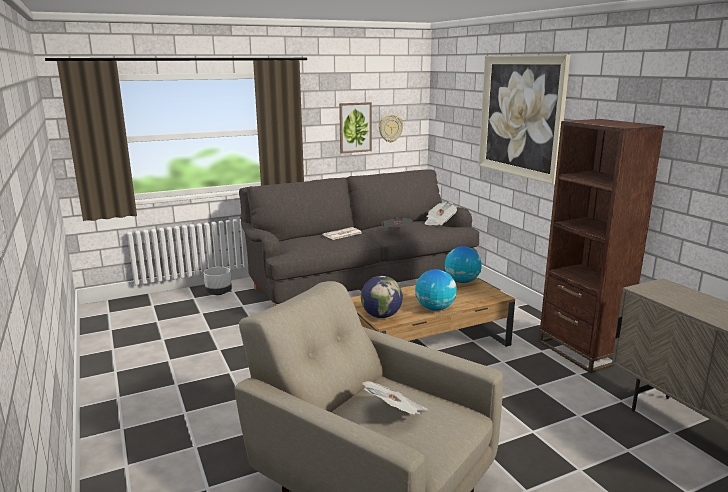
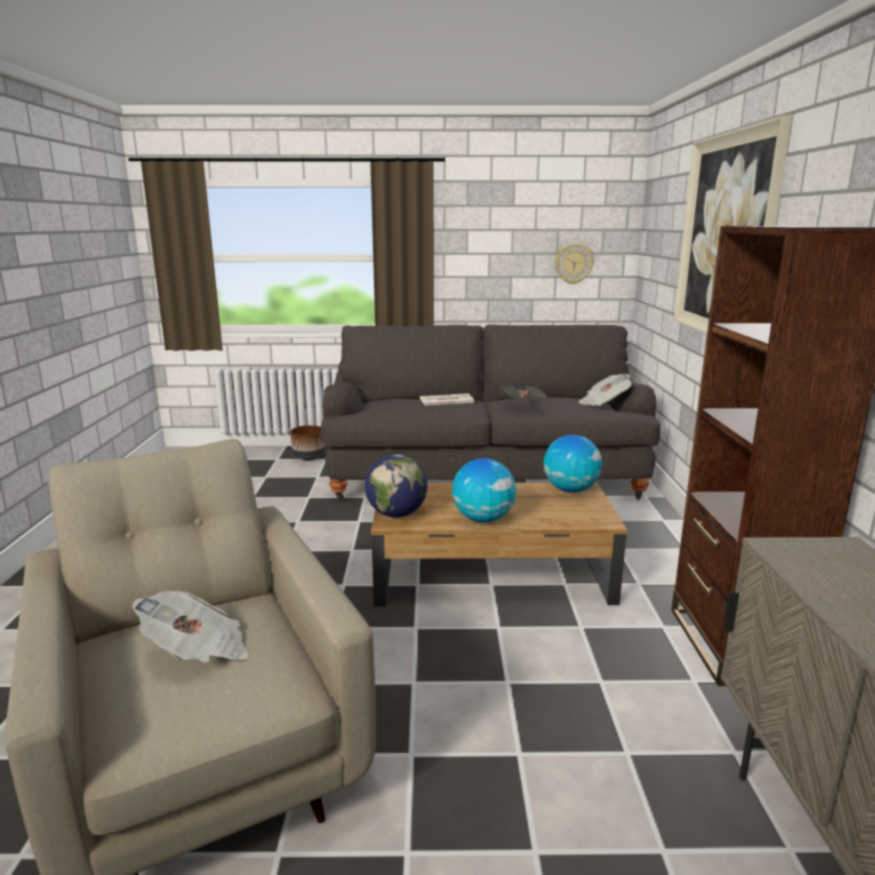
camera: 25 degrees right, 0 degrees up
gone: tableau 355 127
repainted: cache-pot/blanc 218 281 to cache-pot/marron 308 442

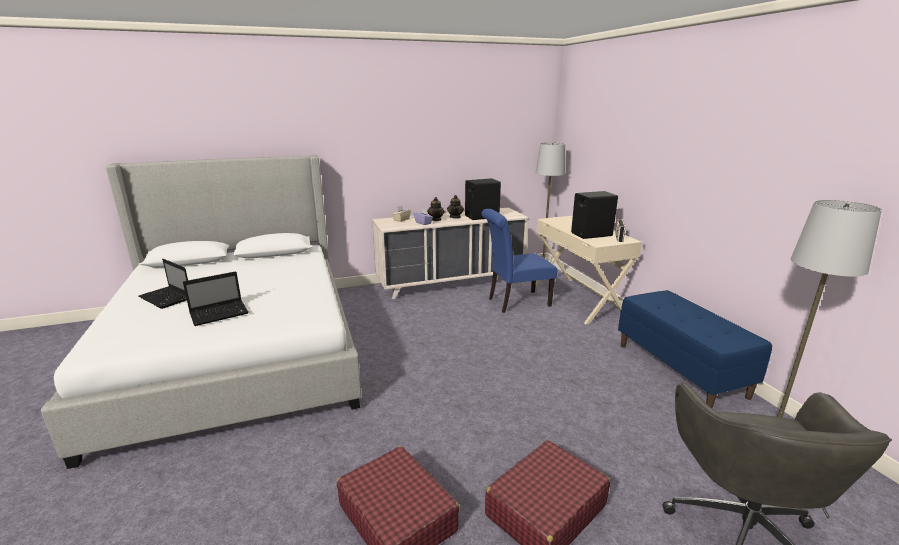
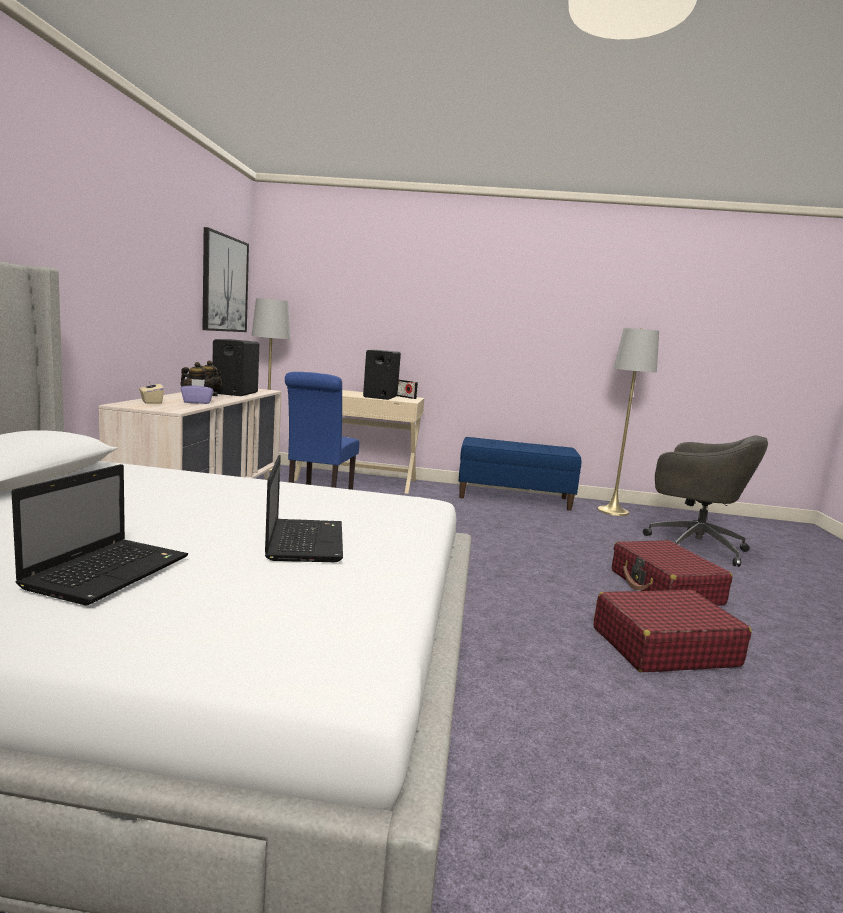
camera: 65 degrees left, 10 degrees down
new: tableau 225 279
rotated: ordinateur portable 163 284 = 99 535 45 degrees counterclockwise

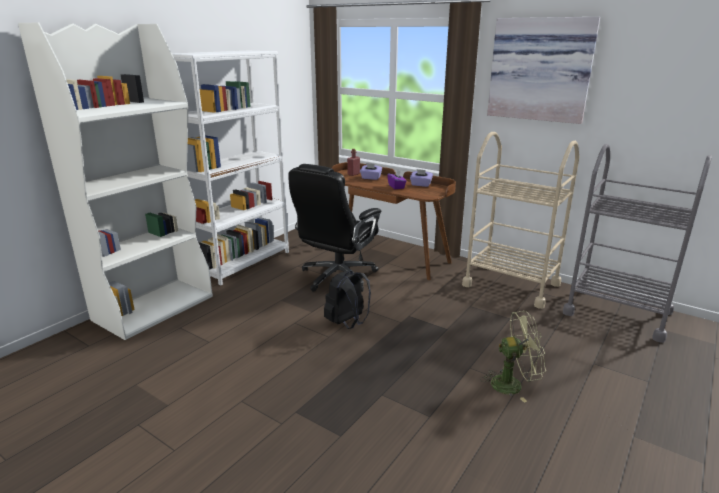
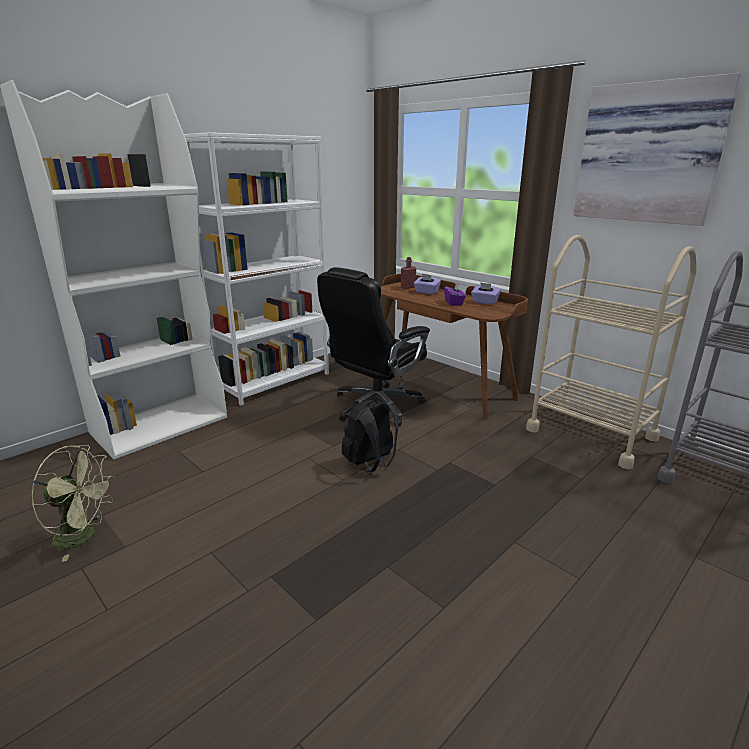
camera: 10 degrees right, 0 degrees up
shifted: ventilateur/vert 513 357 to 73 503

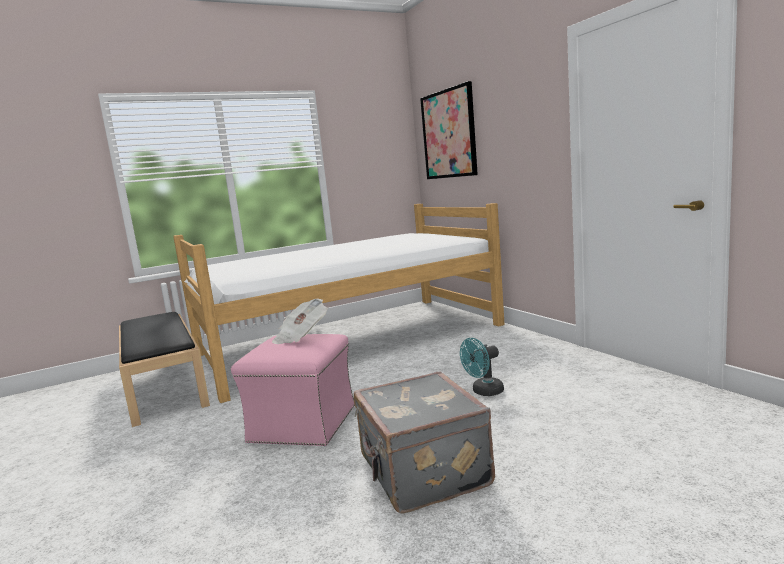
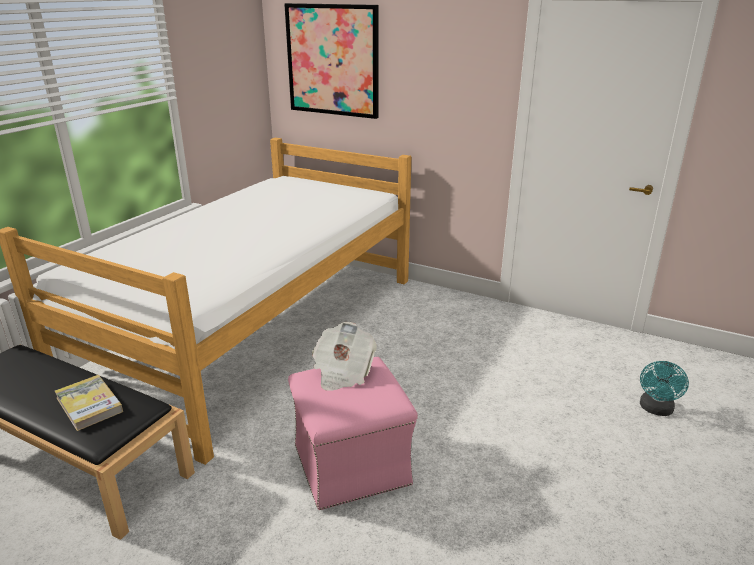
camera: 35 degrees left, 15 degrees up
gone: valise/gris 424 442
new: livre 89 403
shifted: ventilateur/turquoise 482 367 to 664 388

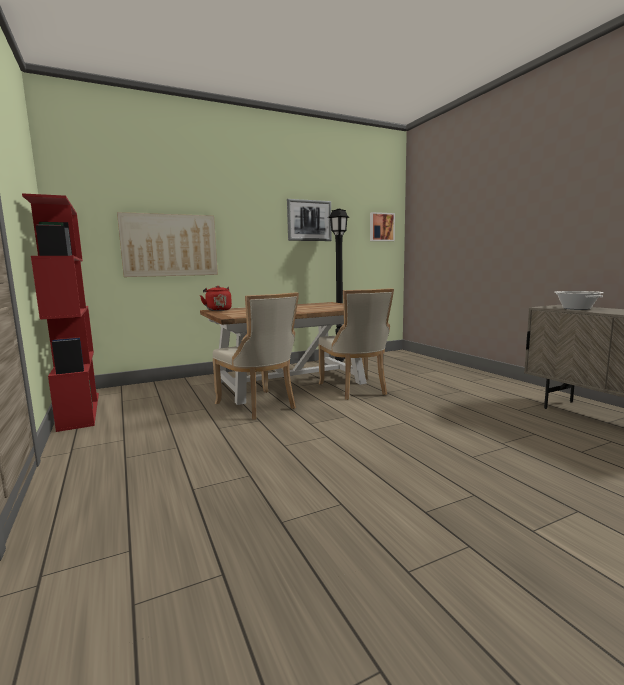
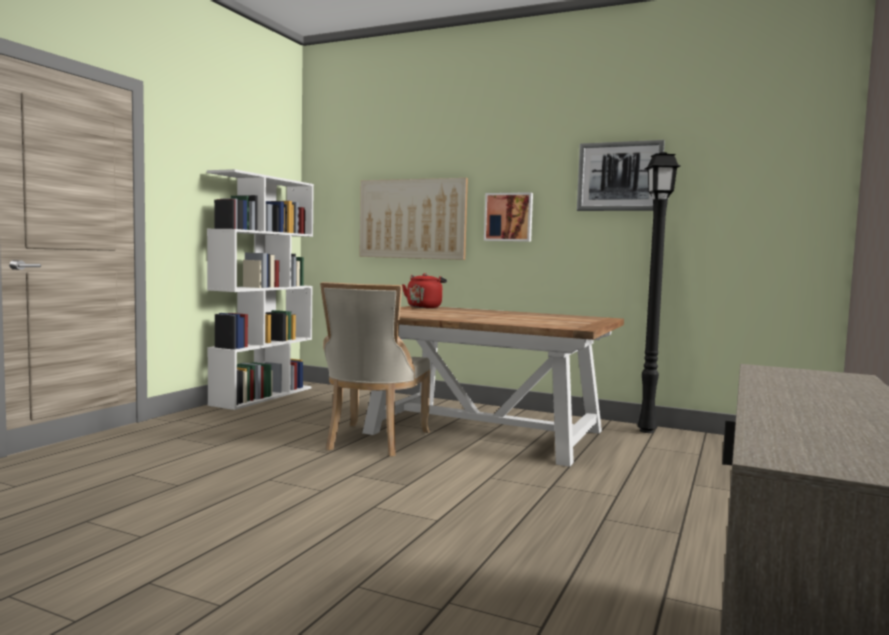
camera: 50 degrees right, 5 degrees down
gone: chaise/beige 356 344; marmite 579 300
shifted: tableau 382 226 to 508 217
repainted: bibliothèque/rouge 60 312 to bibliothèque/blanc 260 289

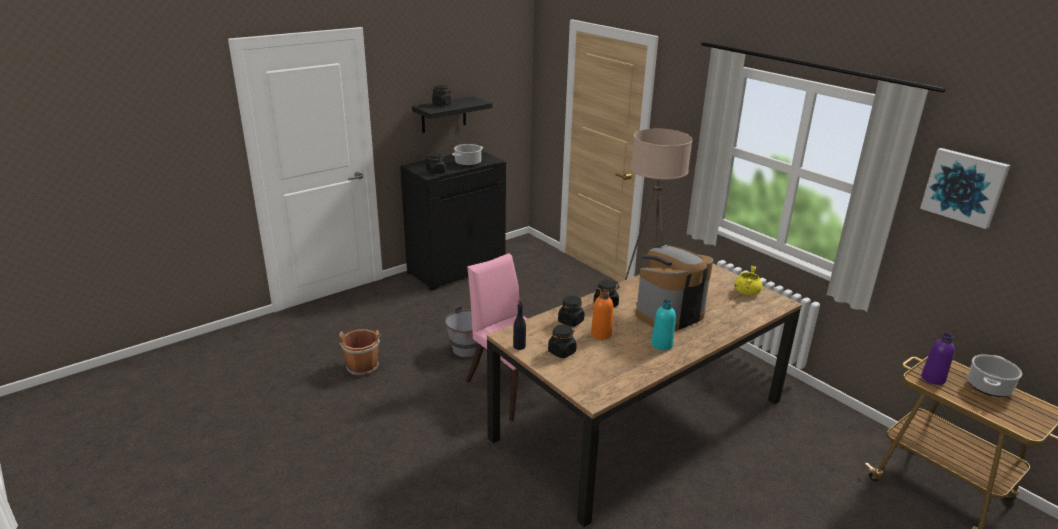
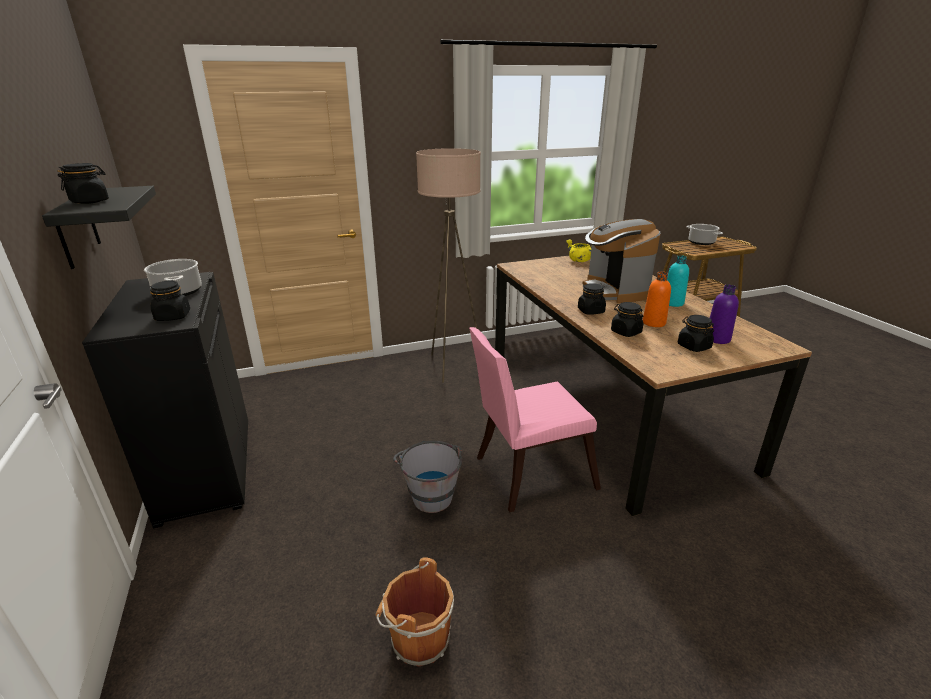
camera: 70 degrees left, 0 degrees up
gone: bouteille/noir 519 325; tableau 965 188
shifted: bouteille/violet 938 359 to 724 314

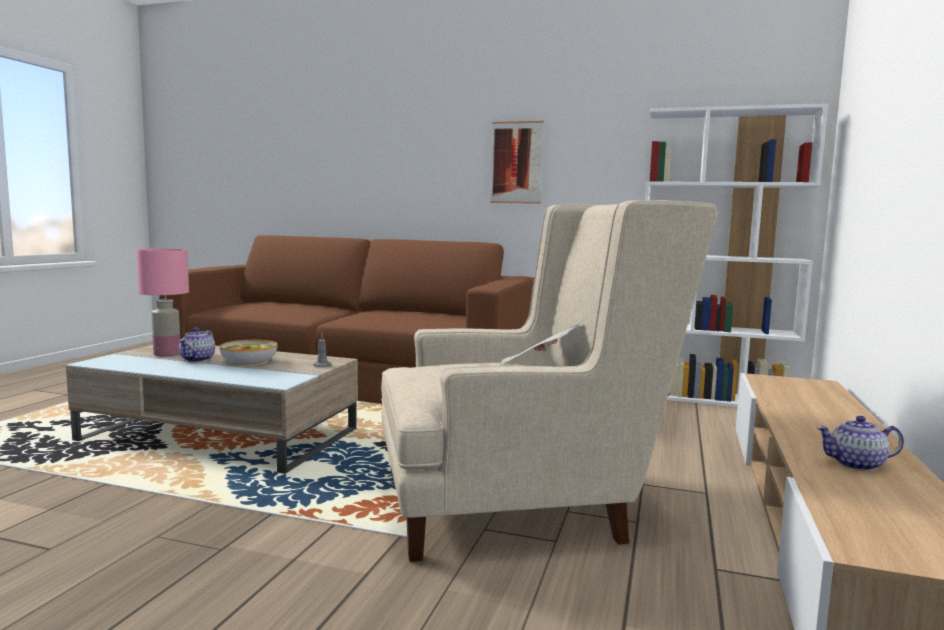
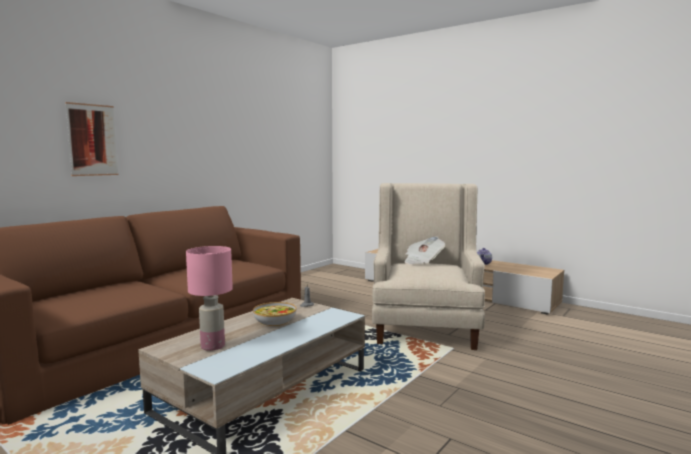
camera: 70 degrees left, 0 degrees up
gone: théière 197 344; bibliothèque/blanc 737 255
shifted: tableau 517 162 to 92 139

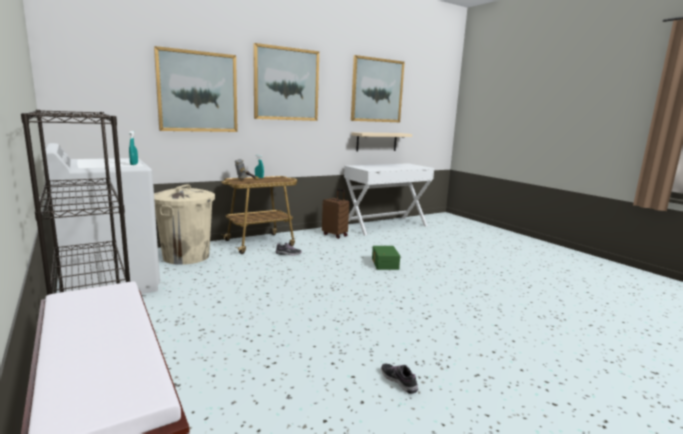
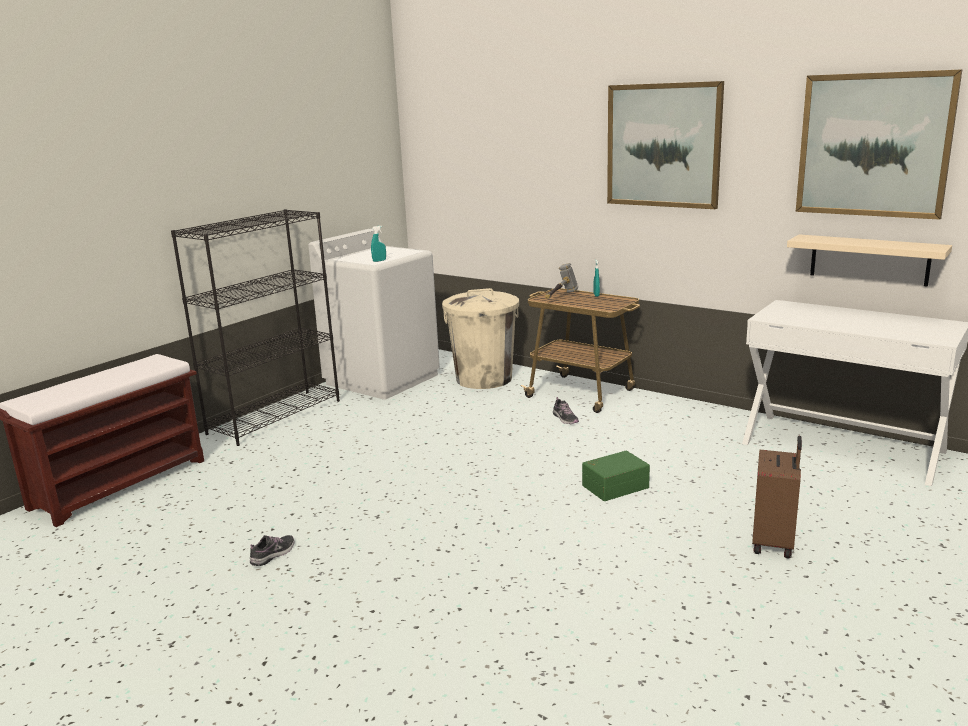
camera: 70 degrees right, 5 degrees up
gone: tableau 196 89
shifted: valise/marron 335 214 to 777 497

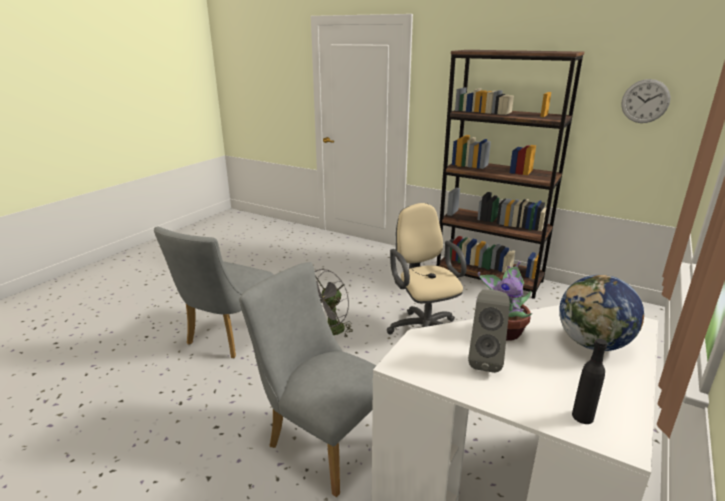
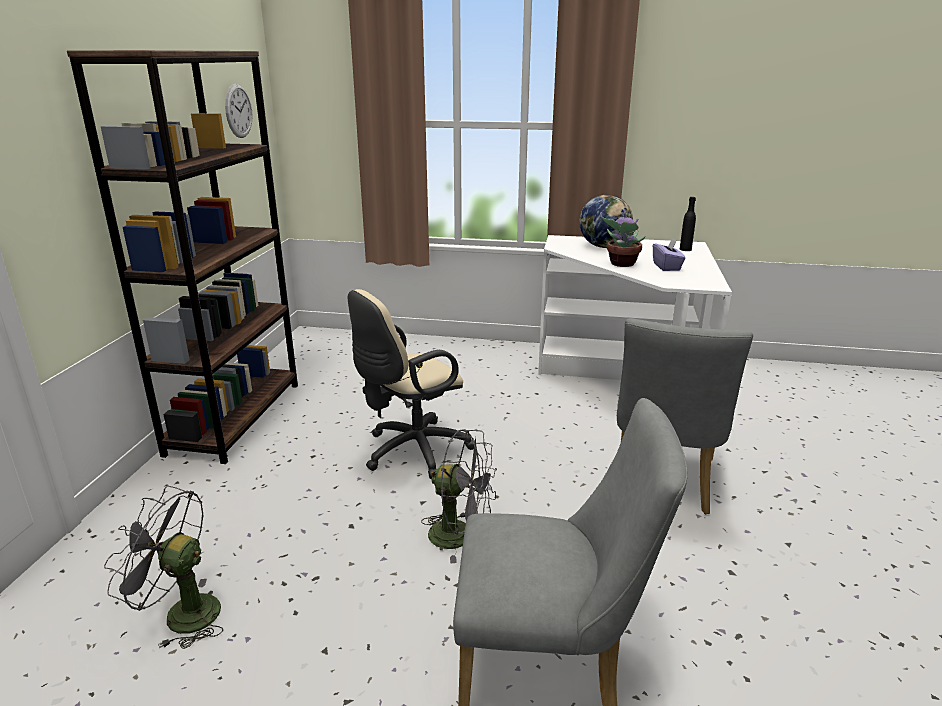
camera: 110 degrees left, 0 degrees up
new: ventilateur/gris 163 567
swapped: enceinte/gris 489 331 to boîte à mouchoirs/violet 669 254

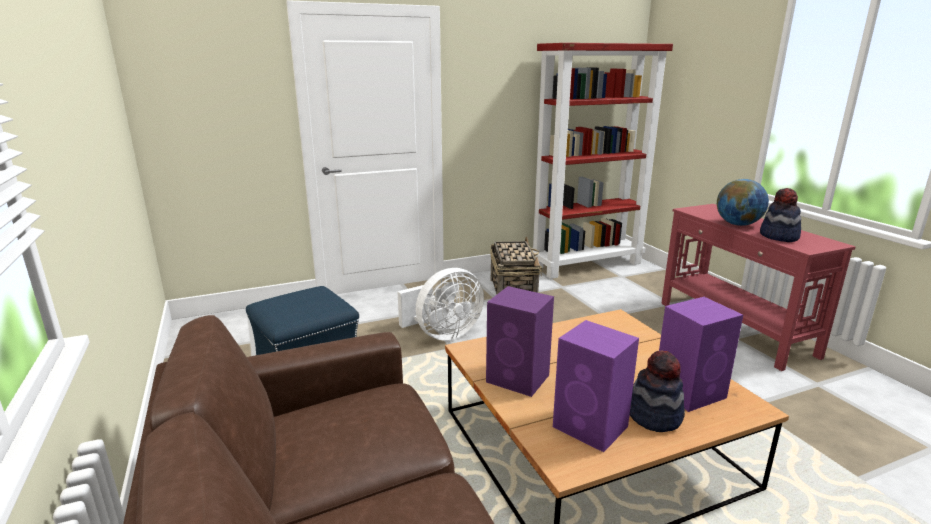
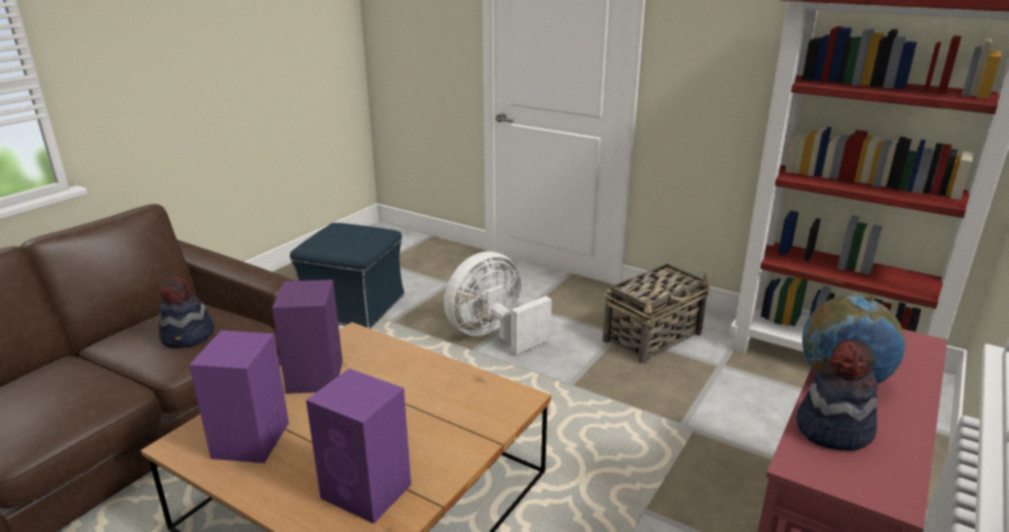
camera: 55 degrees right, 5 degrees up
shifted: chapeau 657 391 to 186 312
rotated: ventilateur/blanc 440 304 = 498 303 120 degrees clockwise

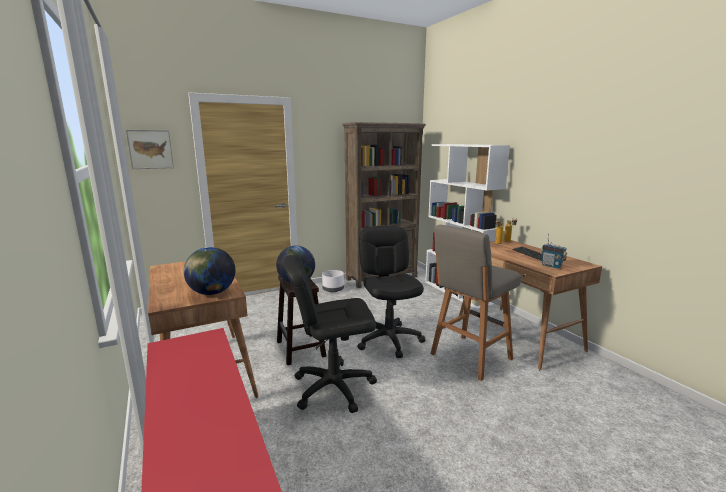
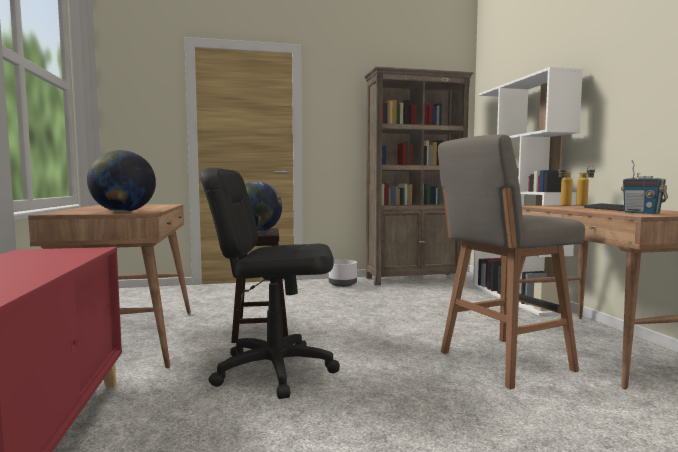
camera: 15 degrees right, 10 degrees down
gone: tableau 150 149; chaise de bureau/noir 391 292

